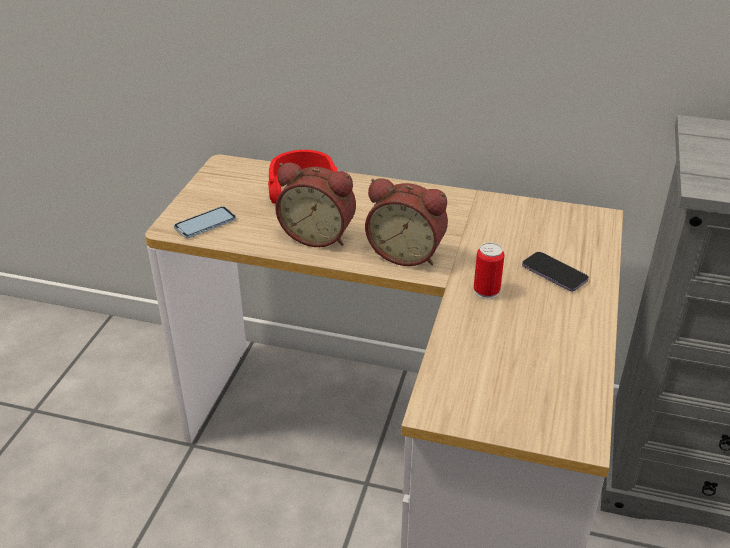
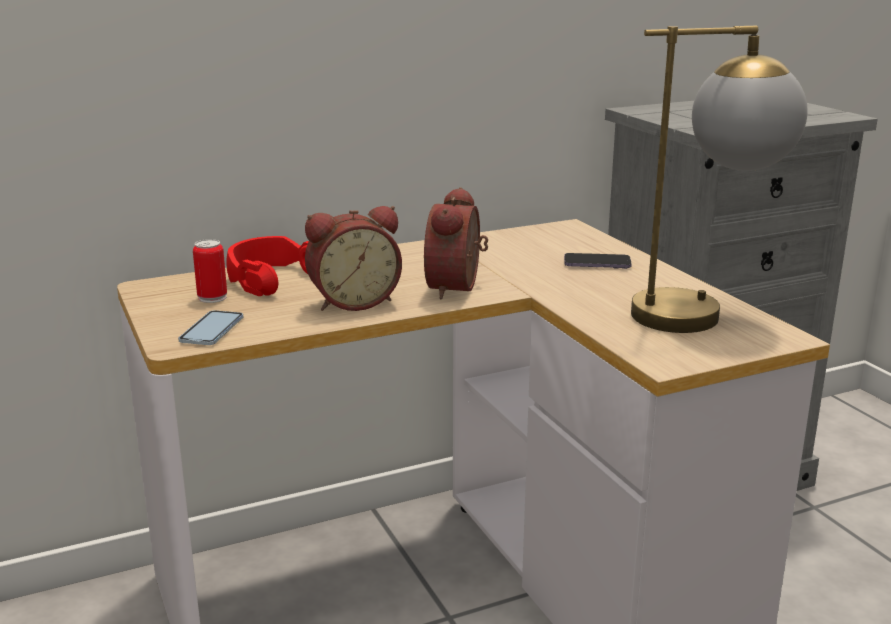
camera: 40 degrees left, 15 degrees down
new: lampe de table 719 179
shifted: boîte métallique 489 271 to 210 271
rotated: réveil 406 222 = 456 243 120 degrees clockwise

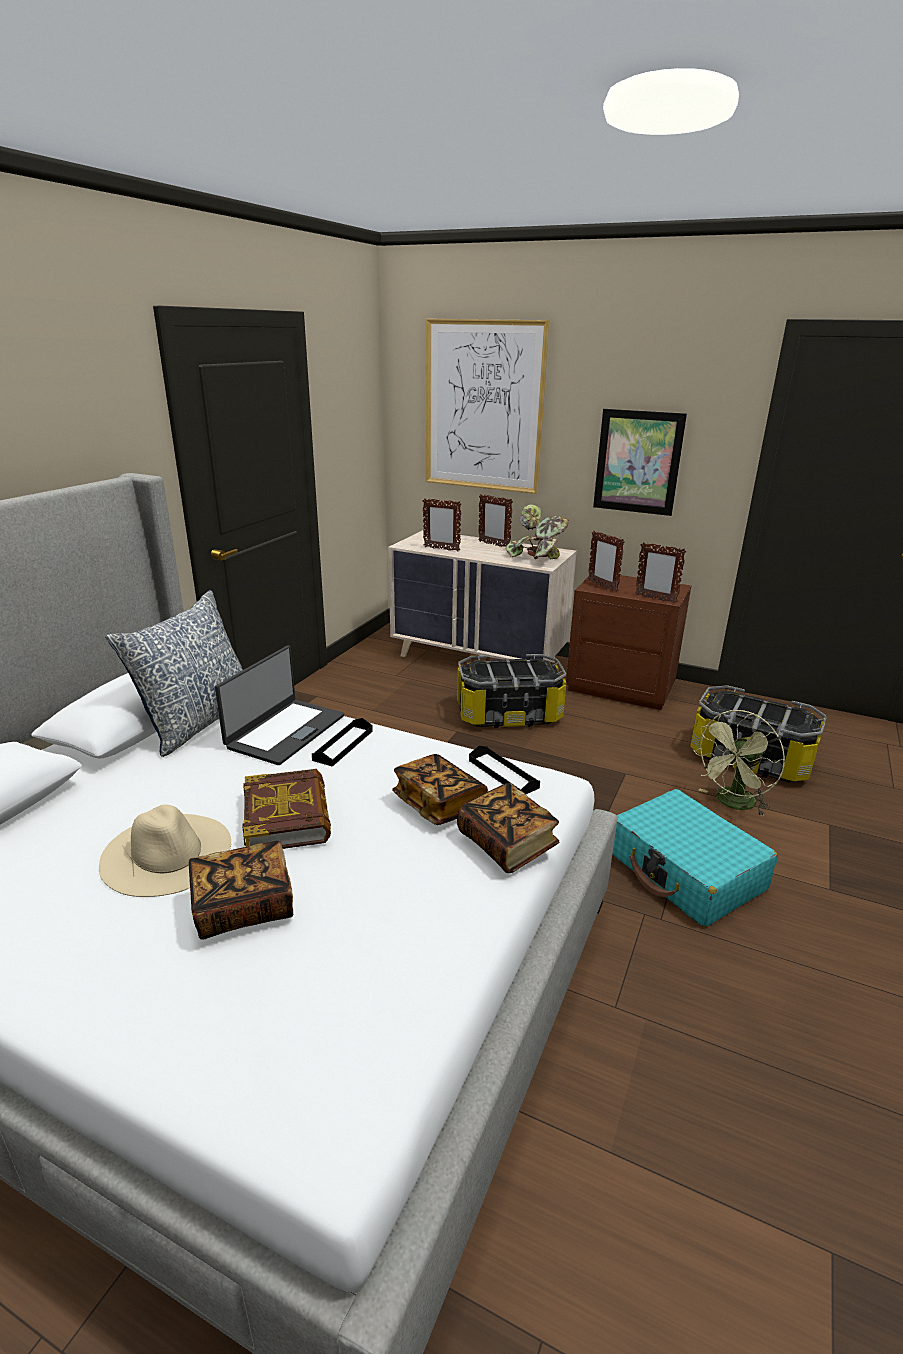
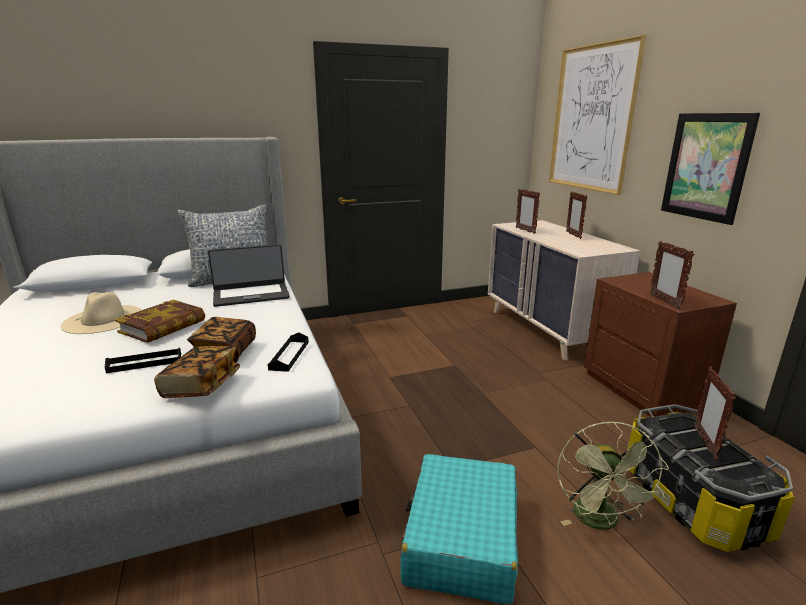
camera: 45 degrees right, 5 degrees down
gone: livre 241 890; boîte de rangement 512 691; plante en pot 537 531
shifted: plateau/noir 342 742 to 143 360; cadre photo 606 561 to 715 413
rotated: ventilateur/vert 739 763 = 613 475 90 degrees counterclockwise

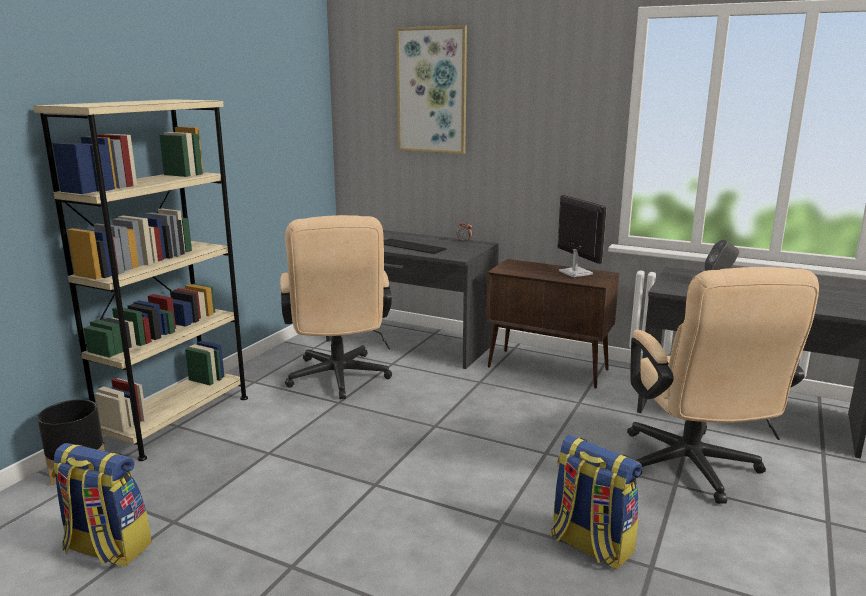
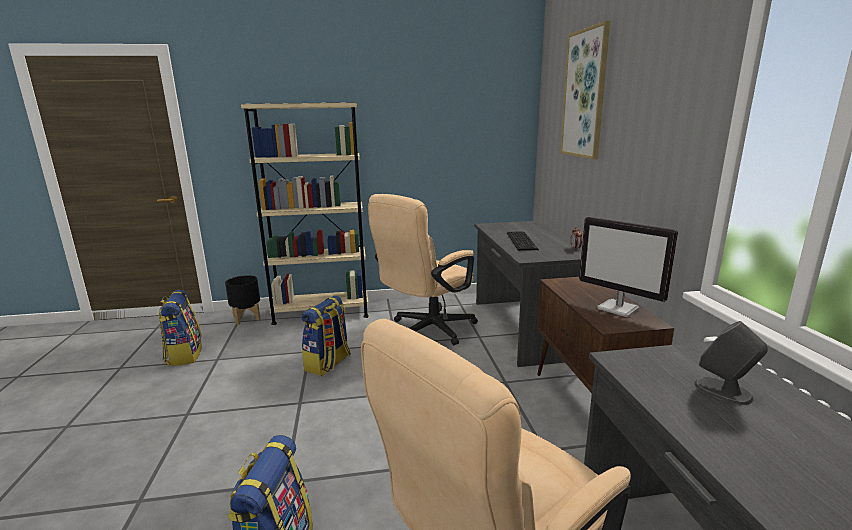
camera: 55 degrees right, 0 degrees up
new: sac à dos 326 335
rotated: écran d'ordinateur 582 236 = 628 267 105 degrees clockwise

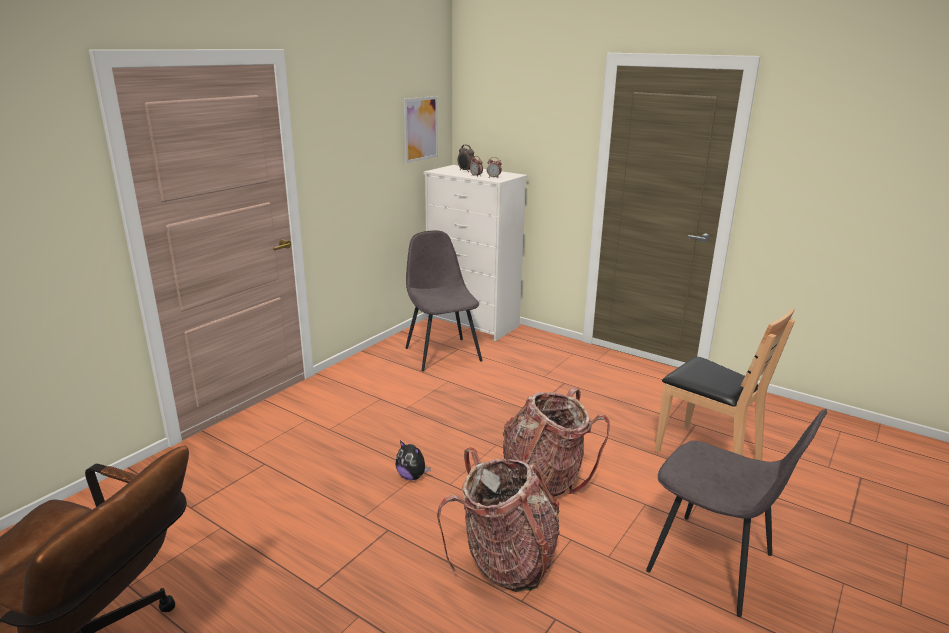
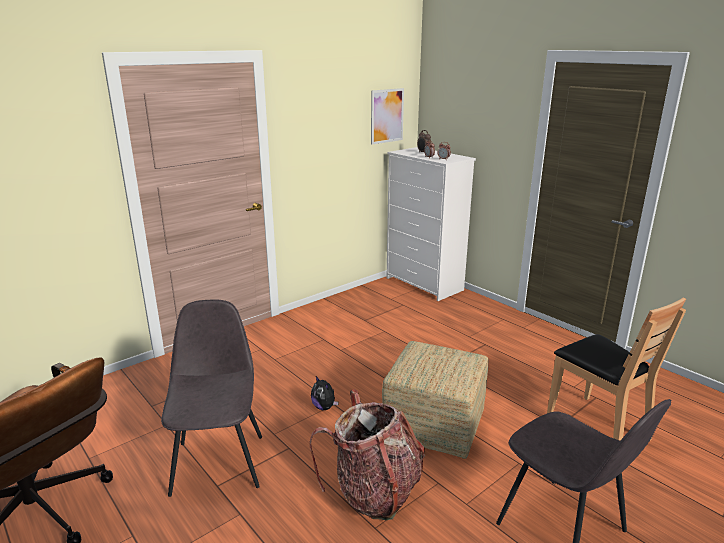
camera: 15 degrees right, 0 degrees up
shifted: chaise/gris 443 300 to 211 398
swapped: sac à dos 556 442 to pouf 435 400

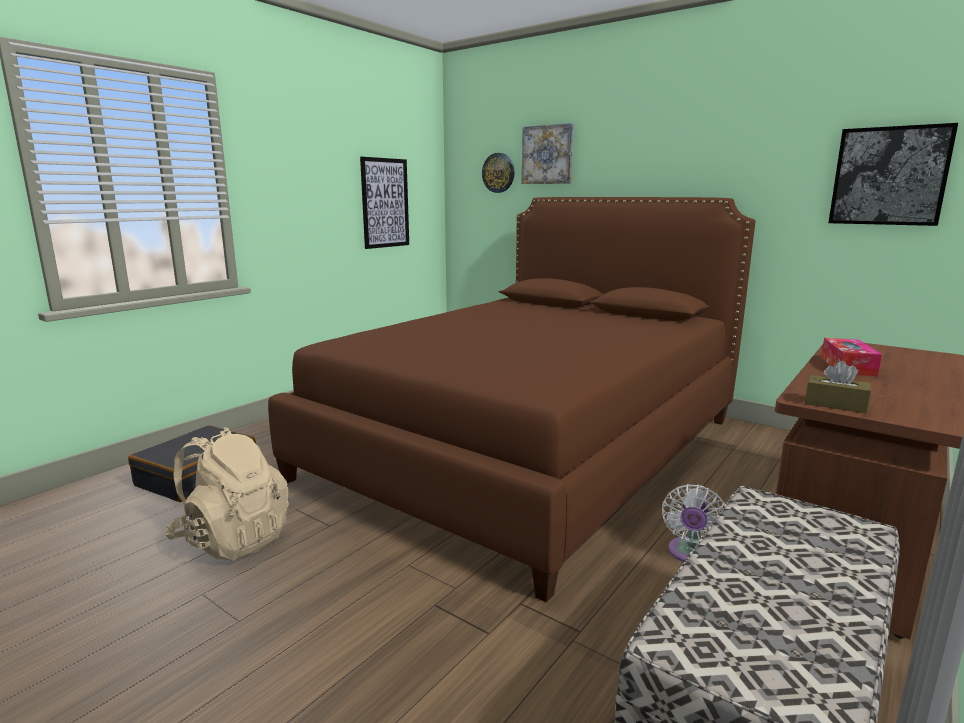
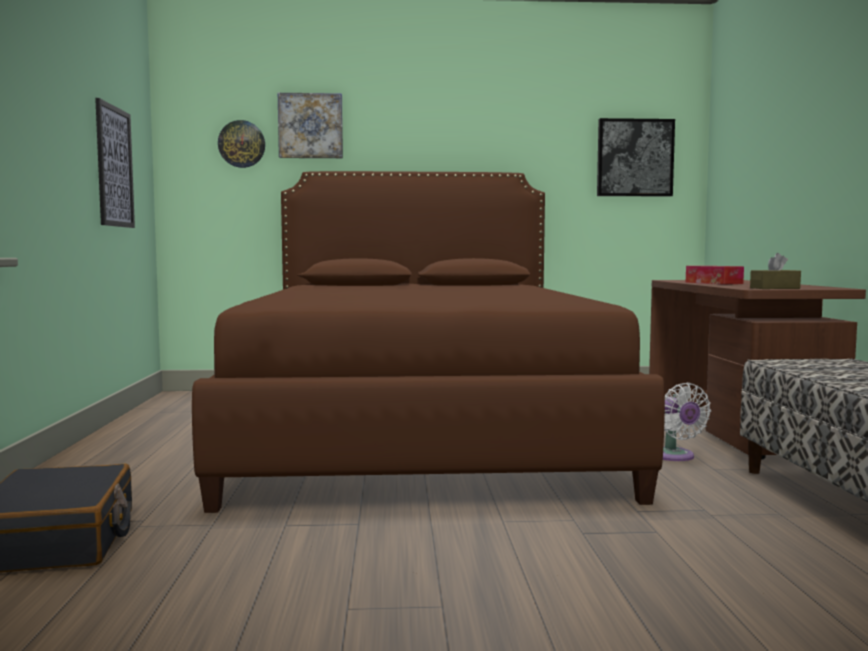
camera: 40 degrees left, 10 degrees down
gone: sac à dos/beige 227 494

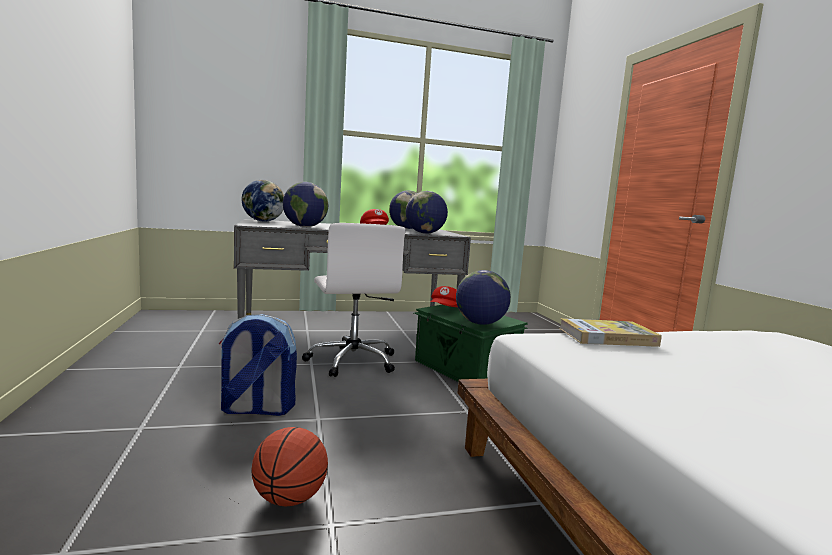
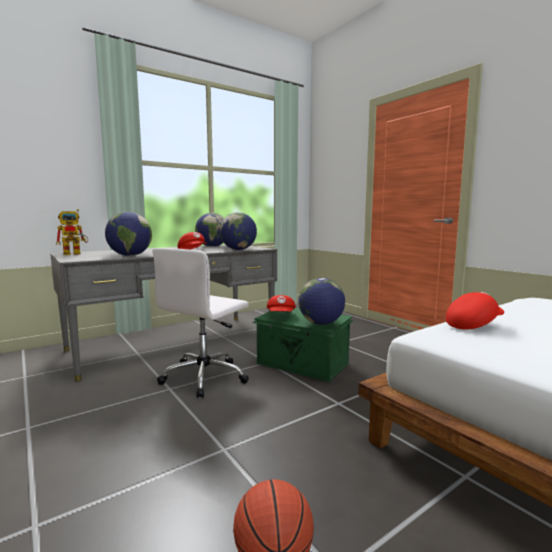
camera: 20 degrees left, 0 degrees up
gone: sac à dos 258 365
swapped: globe 263 201 to robot jouet 72 232; livre 610 332 to casquette/rouge 475 311
rotated: chaise de bureau/blanc 353 300 = 200 323 75 degrees clockwise

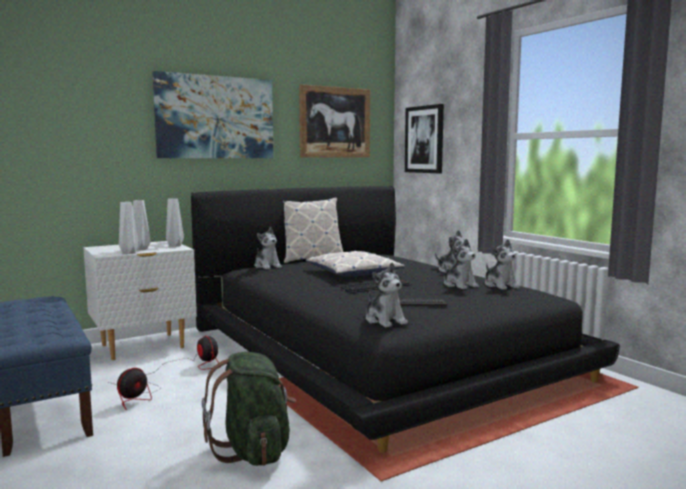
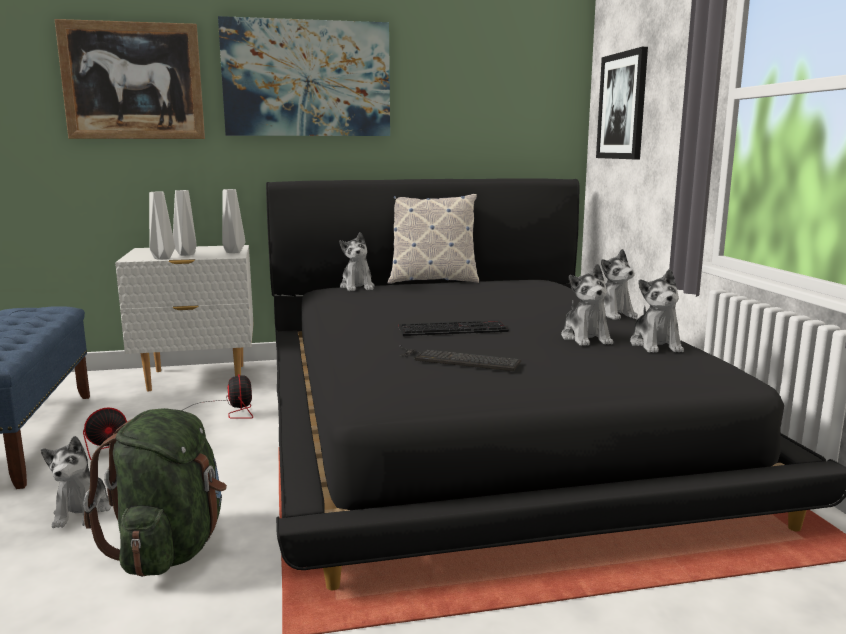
camera: 20 degrees right, 5 degrees up
gone: coussin 355 263
shifted: peluche 387 295 to 76 482; tableau 334 120 to 129 79

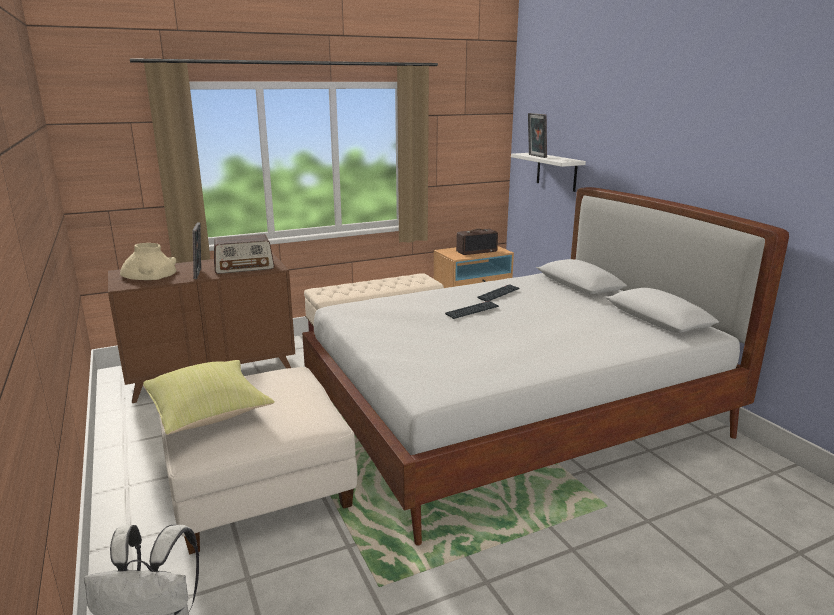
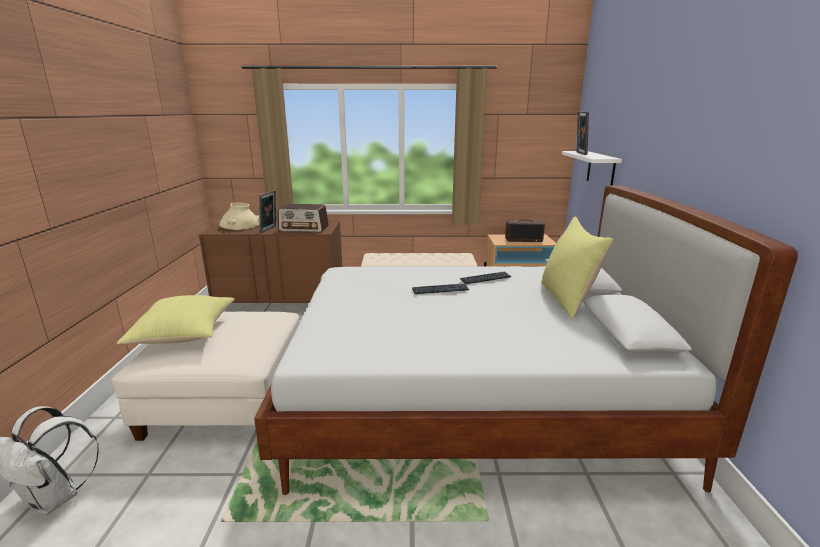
camera: 25 degrees right, 0 degrees up
new: coussin/jaune 577 268

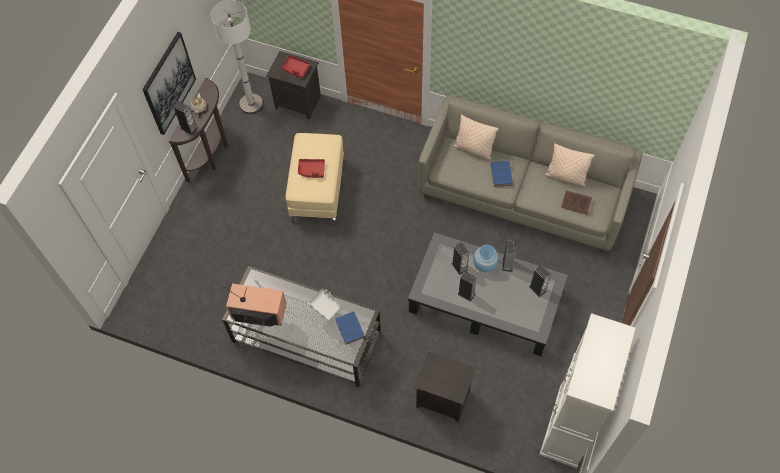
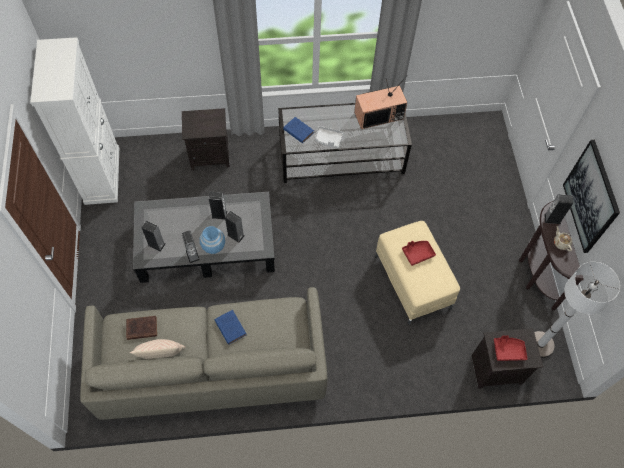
camera: 150 degrees right, 0 degrees up
gone: coussin/beige 476 137

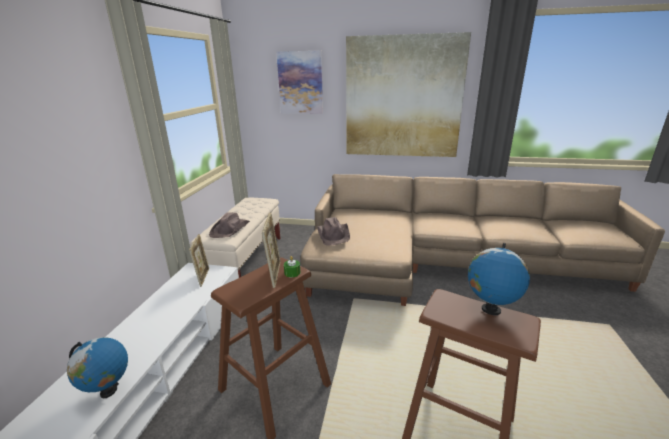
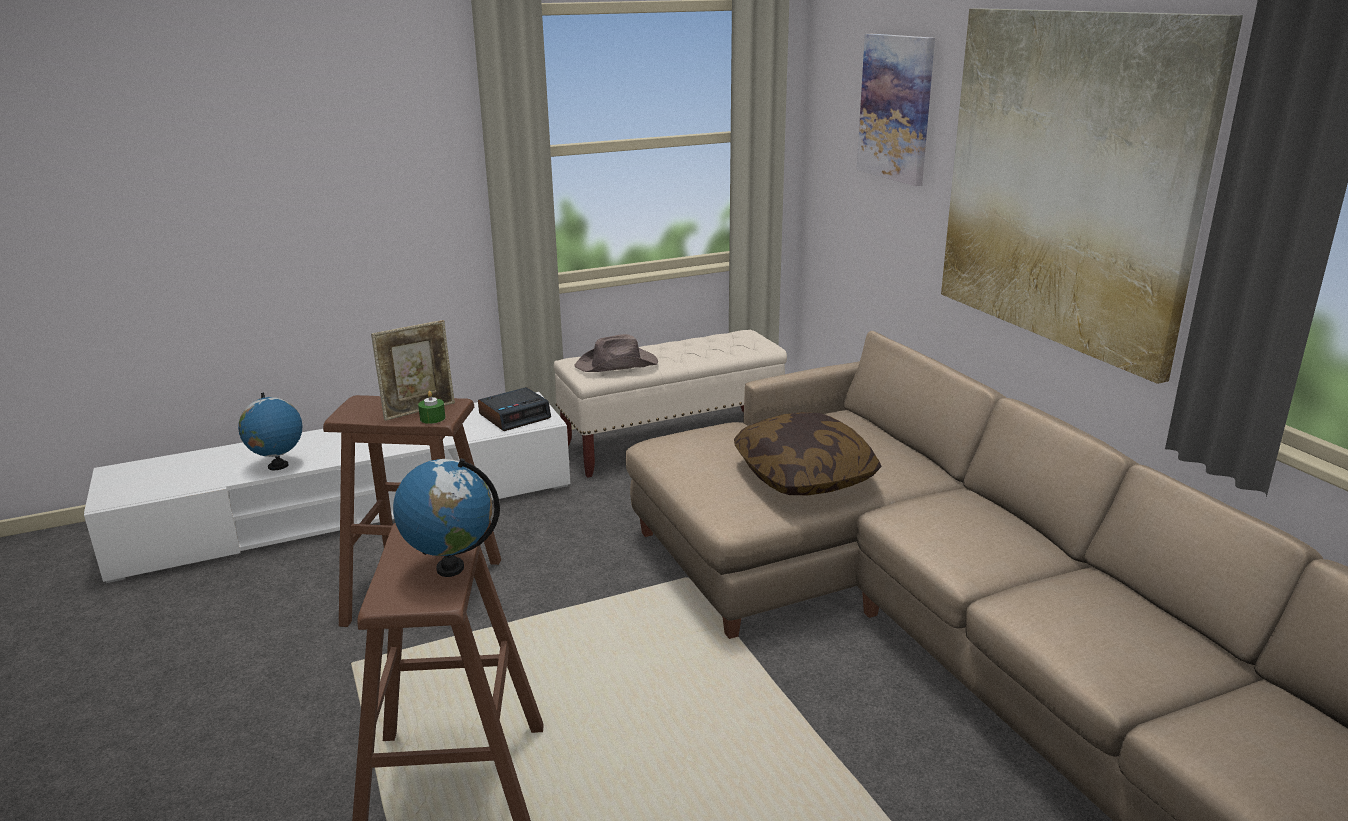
camera: 55 degrees right, 0 degrees up
gone: chapeau/marron 333 231
new: coussin 808 453
swapped: cadre photo 199 260 to réveil 514 409

